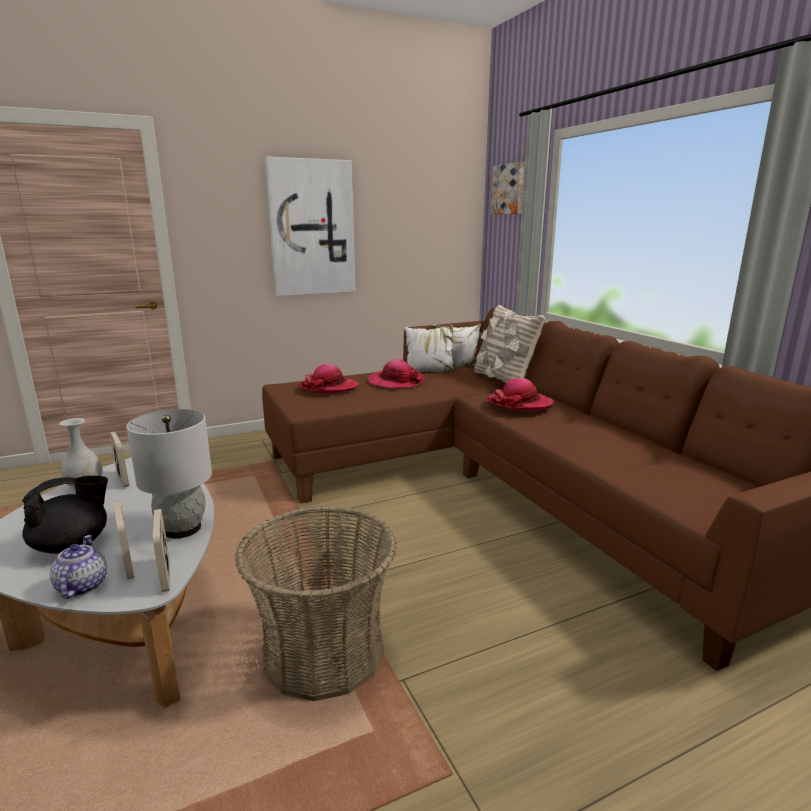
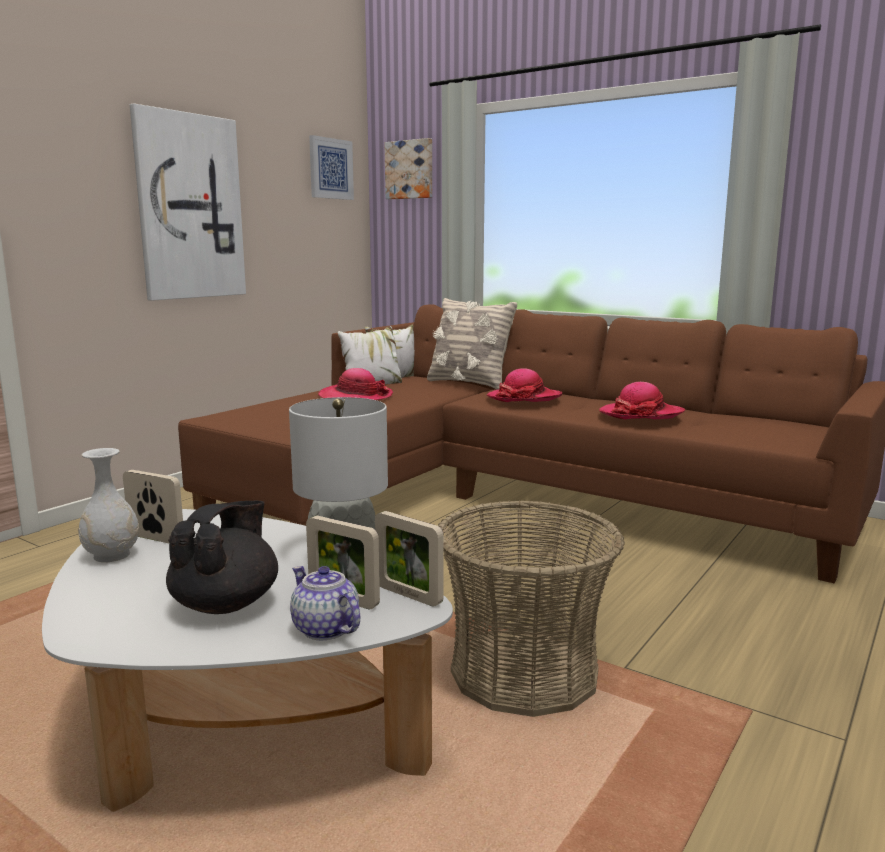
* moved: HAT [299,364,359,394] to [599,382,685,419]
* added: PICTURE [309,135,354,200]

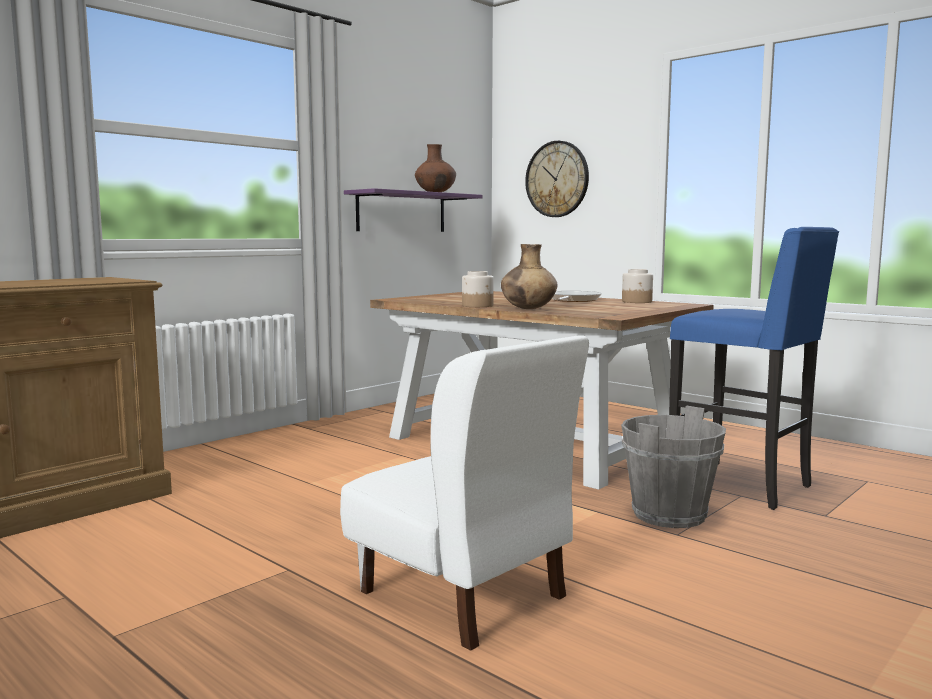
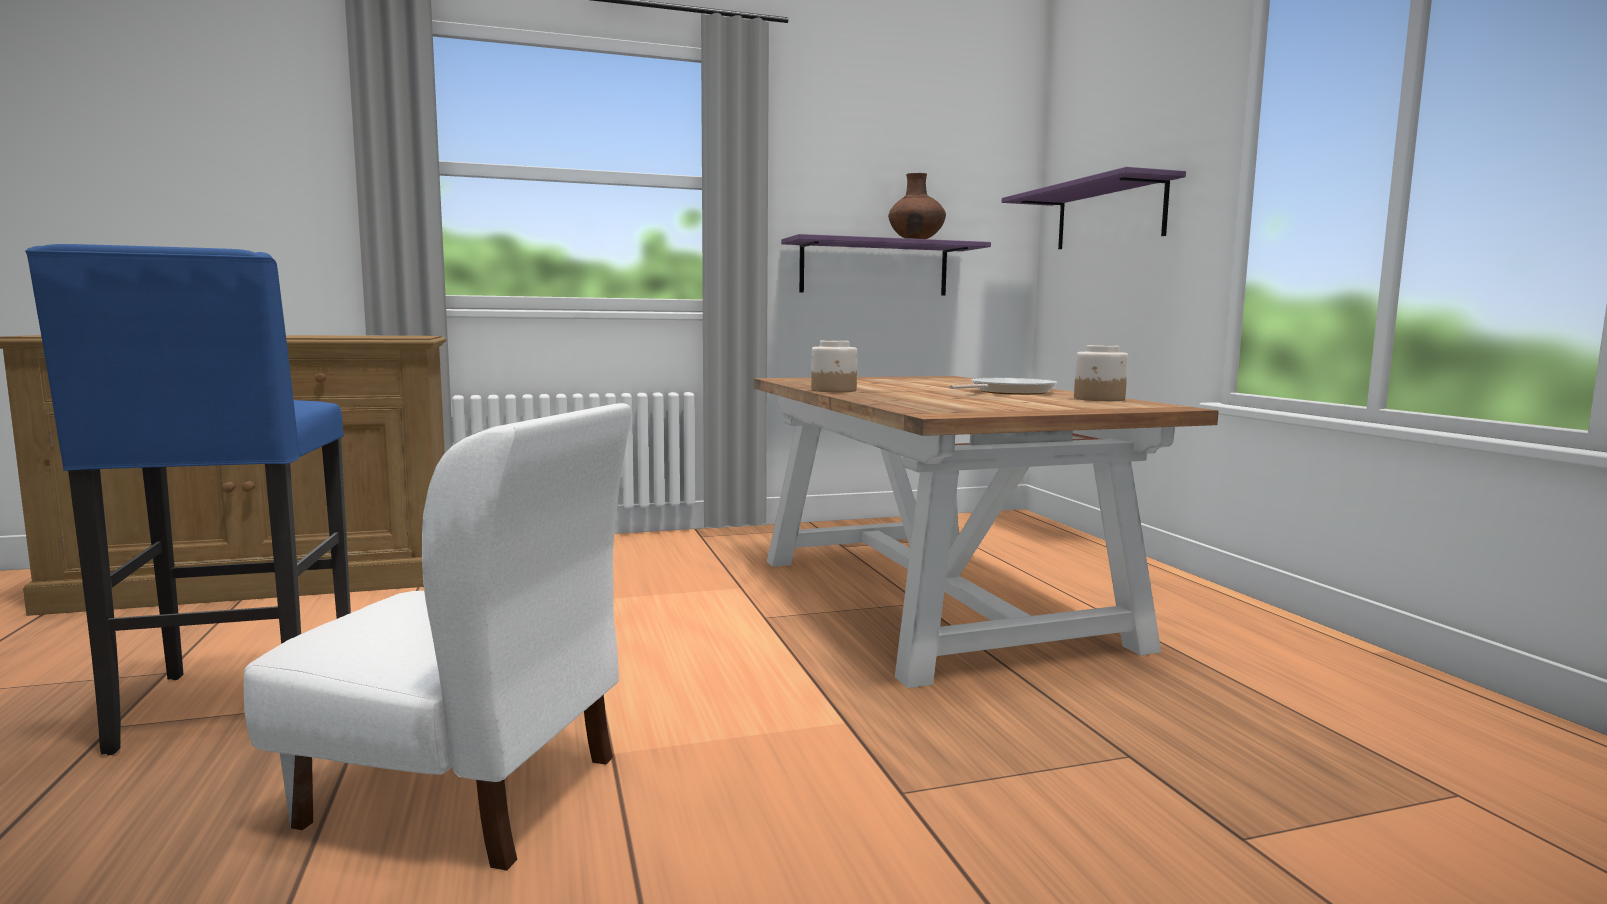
* turned: WHITE CHAIR [340,335,589,651] = [244,403,632,871] 60 degrees counterclockwise
* removed: BROWN VASE [501,244,558,309]
* replaced: WALL CLOCK [525,141,589,217] to PURPLE SHELF [1002,167,1186,249]
* removed: GREY BUCKET [621,406,726,528]
* moved: BLUE STOOL [669,227,839,510] to [25,244,351,755]

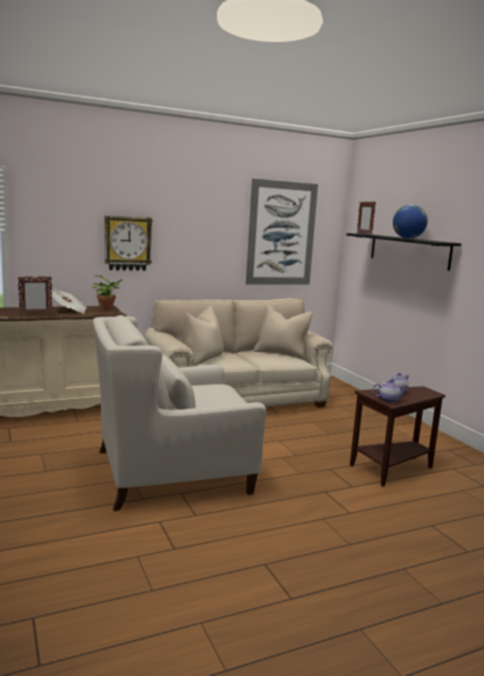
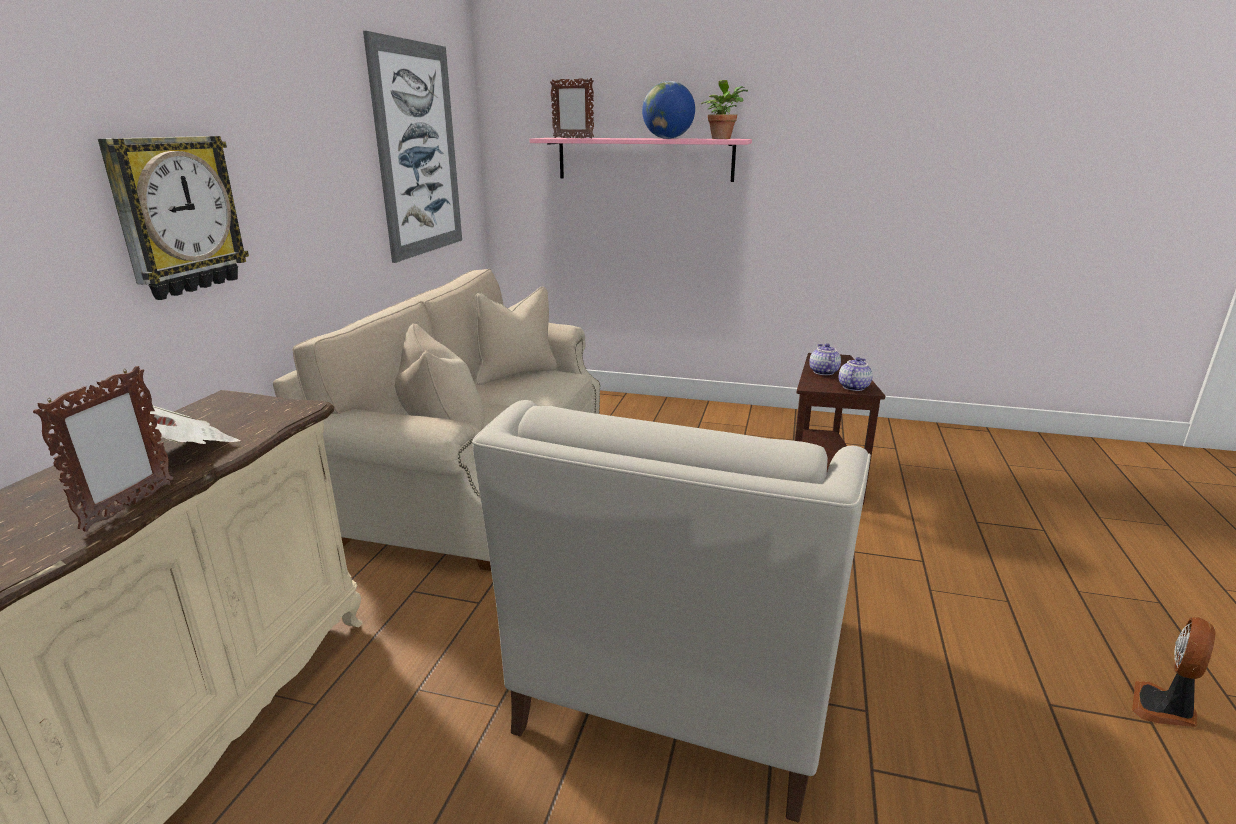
* moved: POTTED PLANT [92,275,125,310] to [701,80,748,139]
* recoloured: BLACK SHELF [346,233,461,271] to PINK SHELF [529,138,752,182]
* added: FAN [1132,617,1216,727]

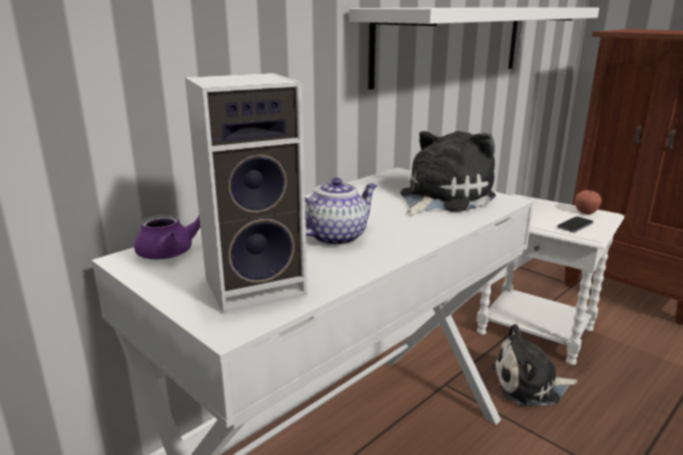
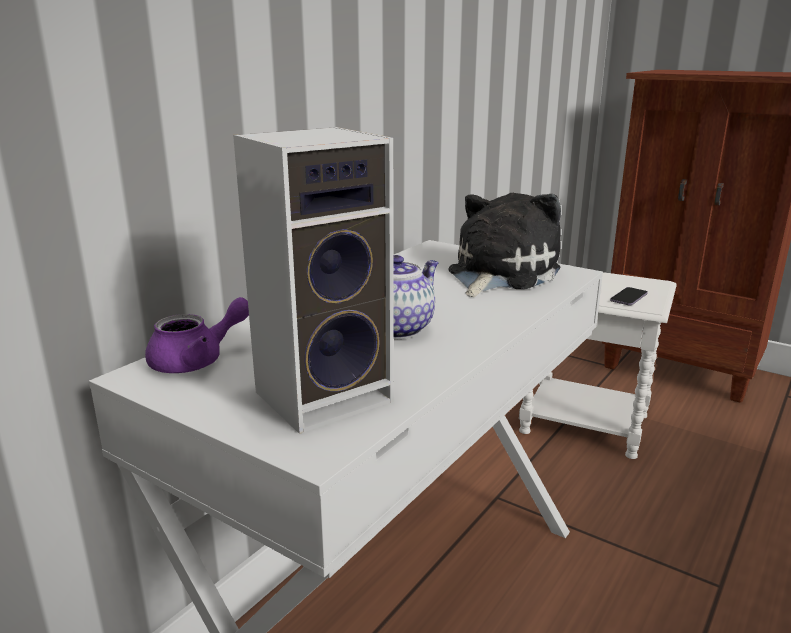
* removed: WHITE SHELF [349,7,599,90]
* removed: PLUSH TOY [492,324,577,406]
* removed: APPLE [575,189,602,214]

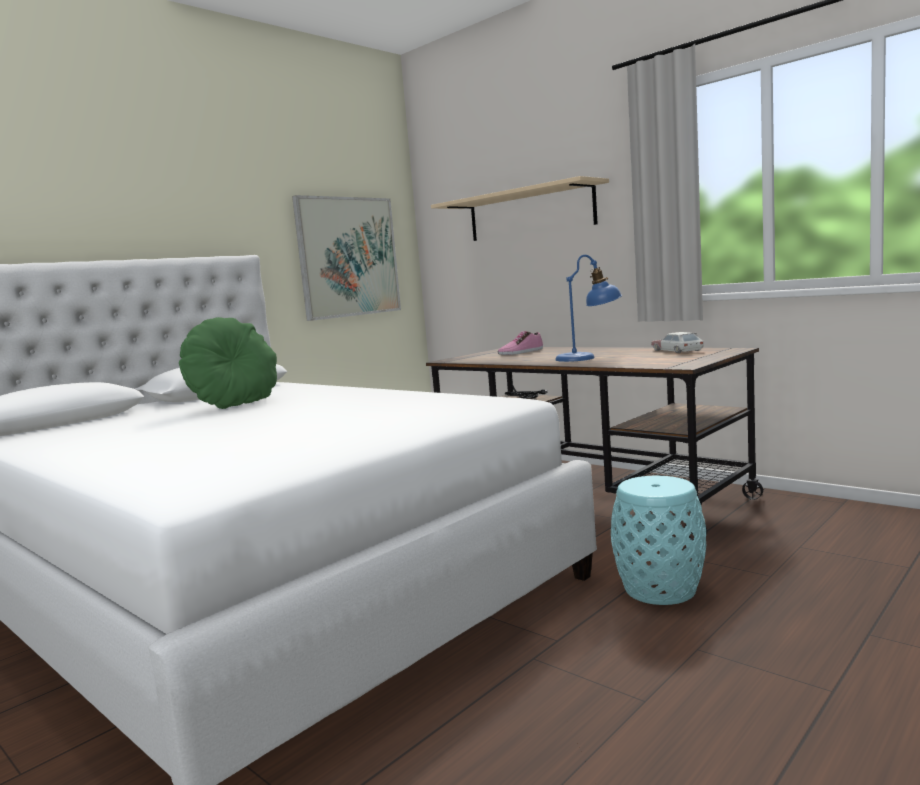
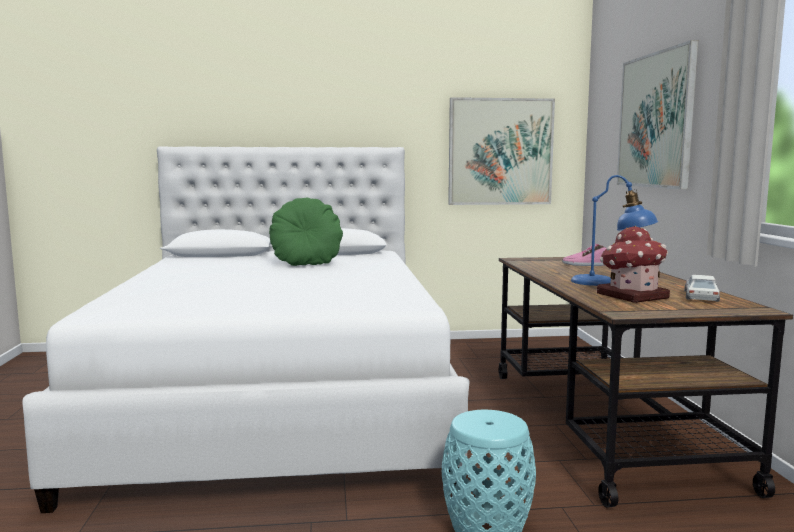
* replaced: BEIGE SHELF [431,176,609,241] to PICTURE [617,40,698,189]
* added: TOY HOUSE [597,226,670,303]

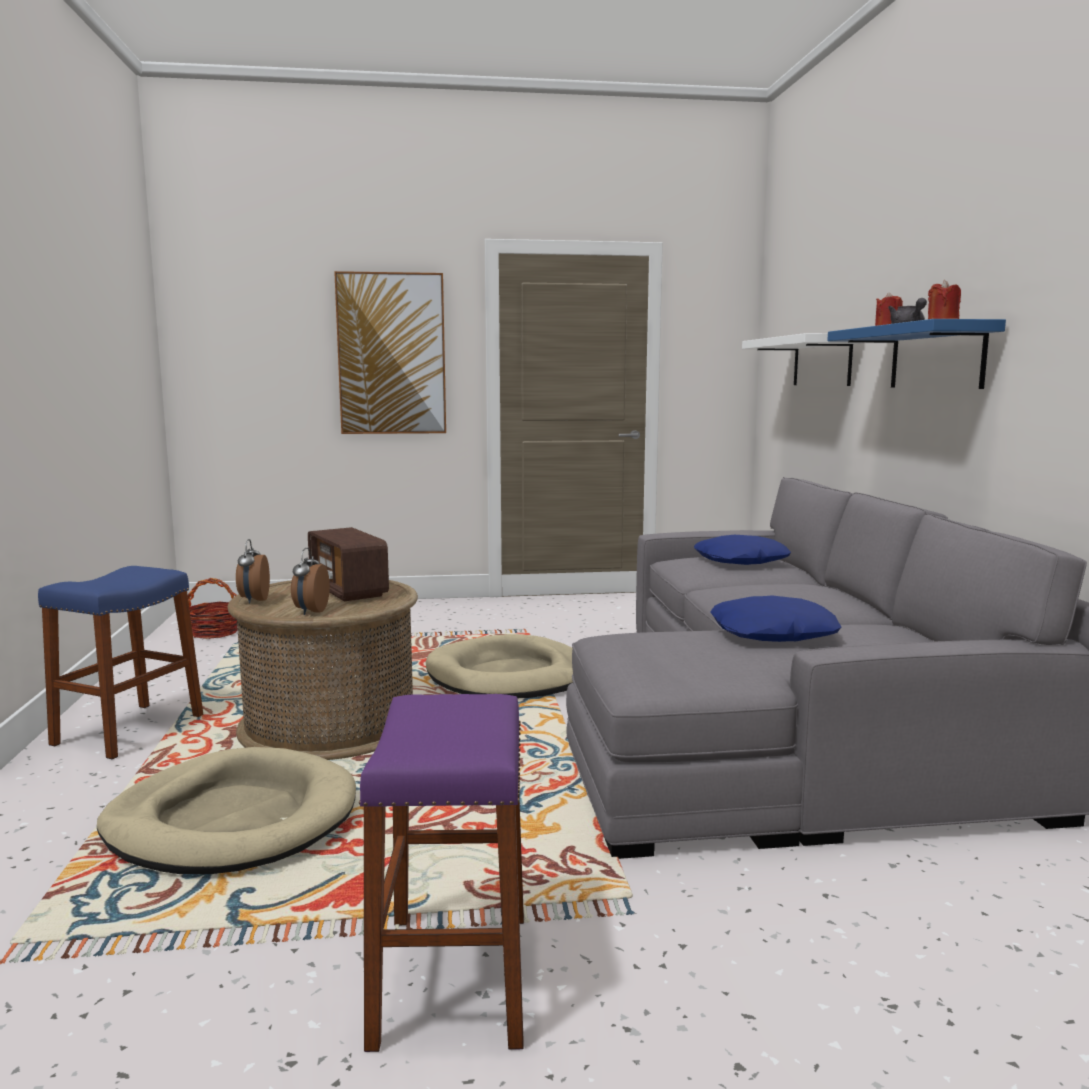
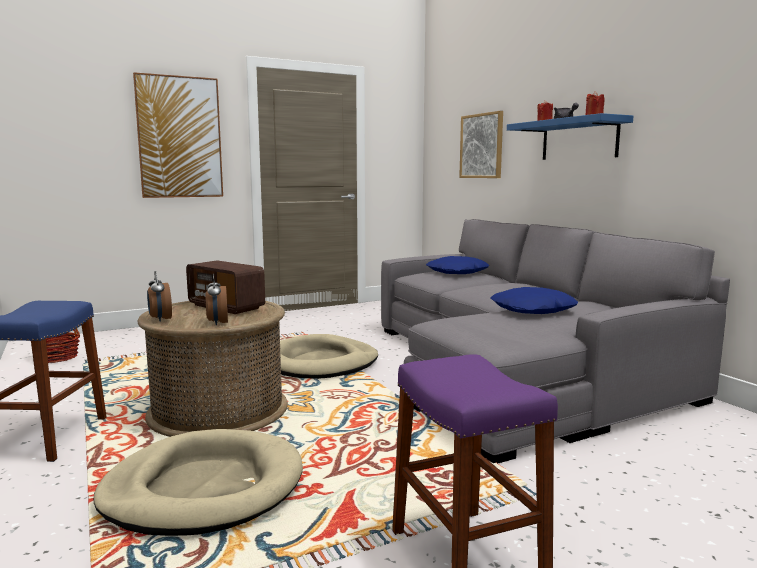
* replaced: WHITE SHELF [742,333,859,386] to PICTURE [459,111,503,178]

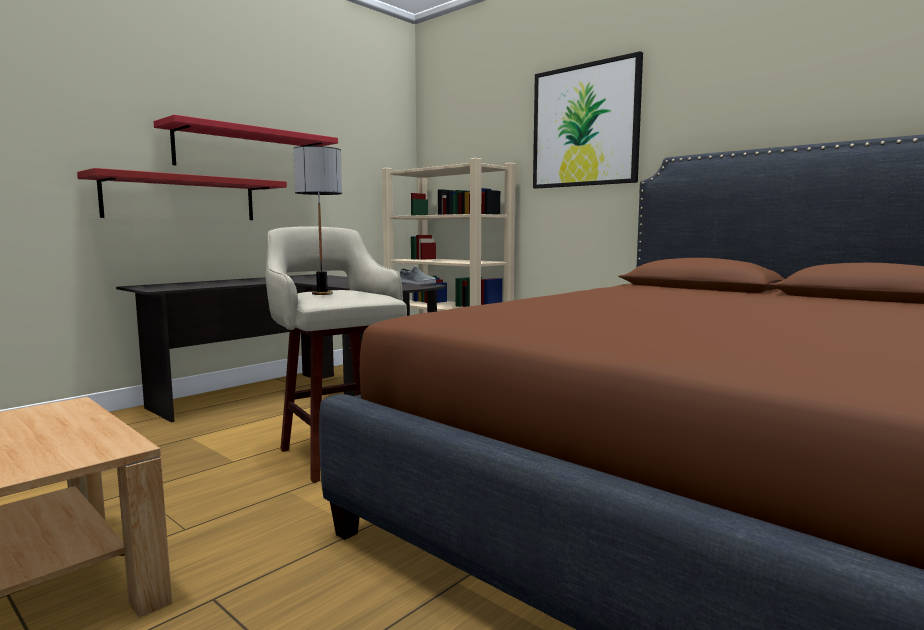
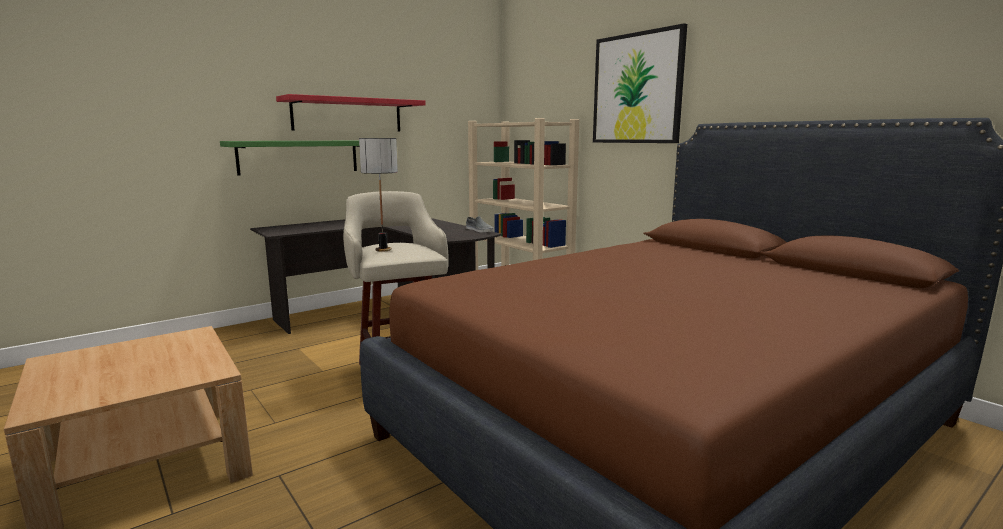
* recoloured: RED SHELF [77,168,287,220] to GREEN SHELF [220,141,359,176]

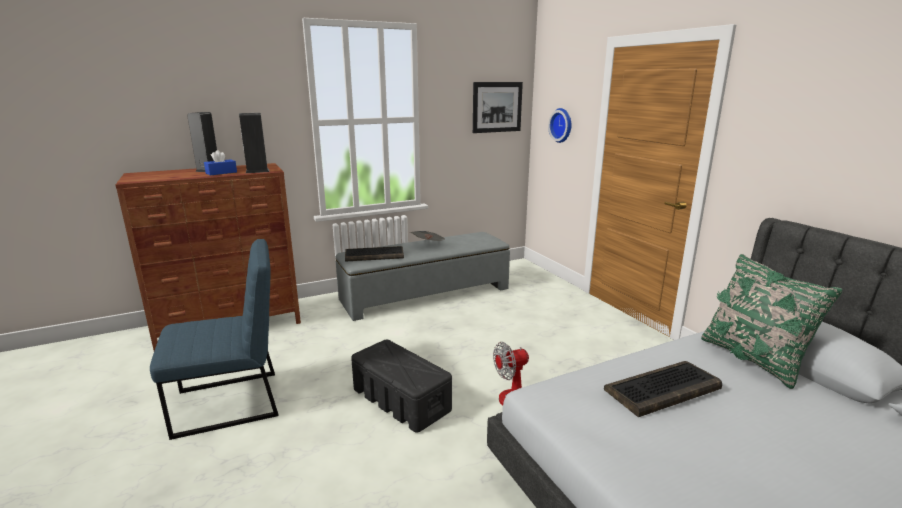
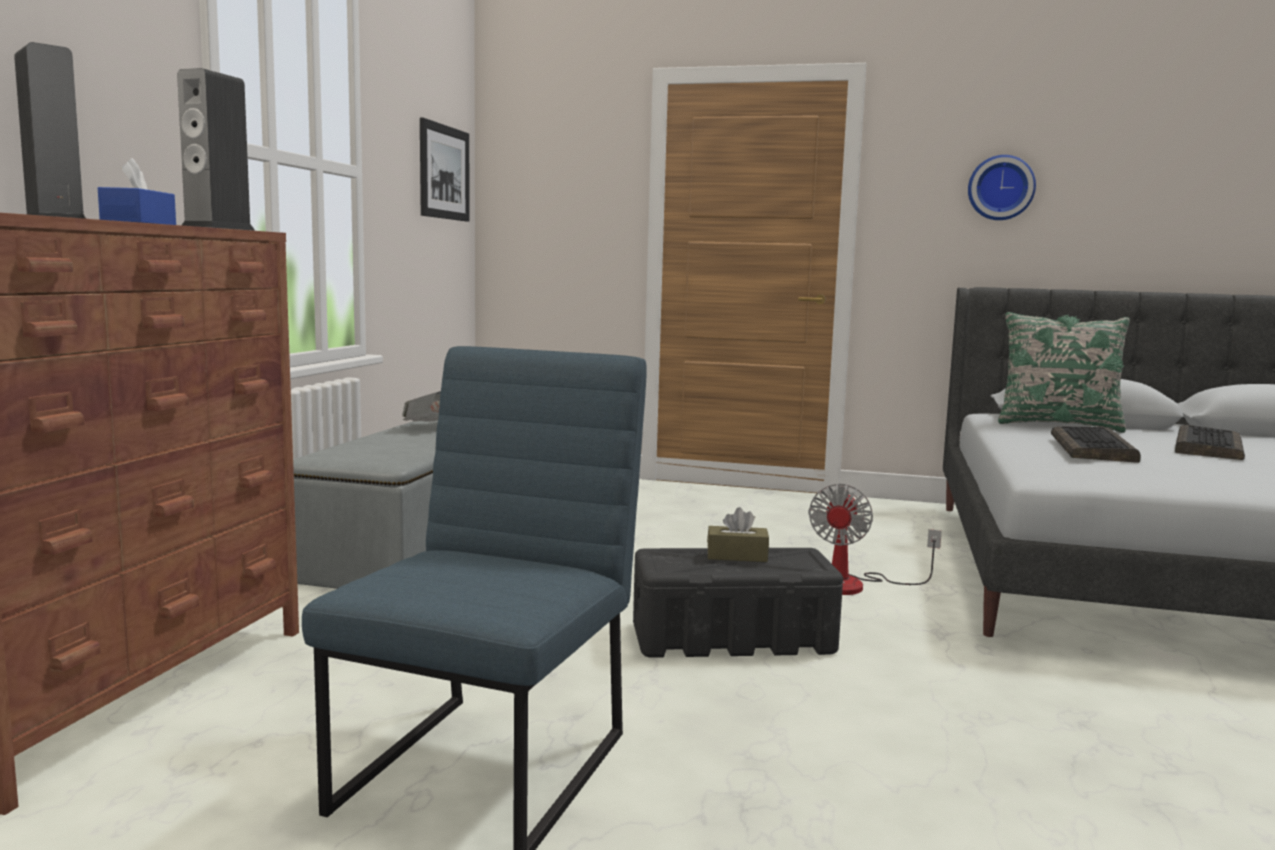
* moved: KEYBOARD [345,246,404,262] to [1175,425,1245,460]
* moved: WALL CLOCK [548,108,571,143] to [968,155,1036,220]
* added: BROWN TISSUE BOX [707,507,769,562]

